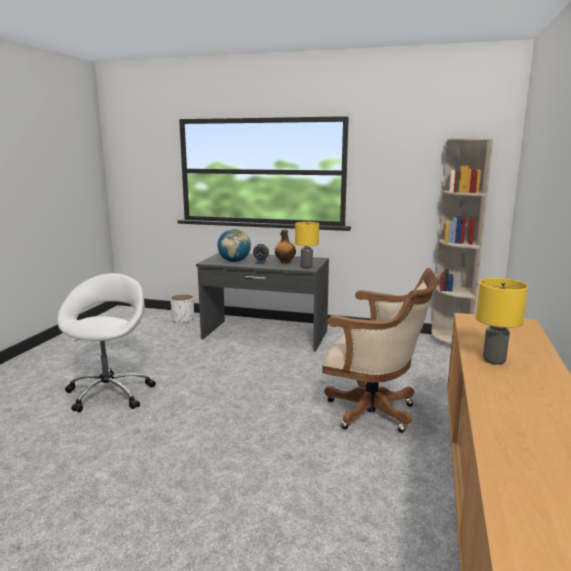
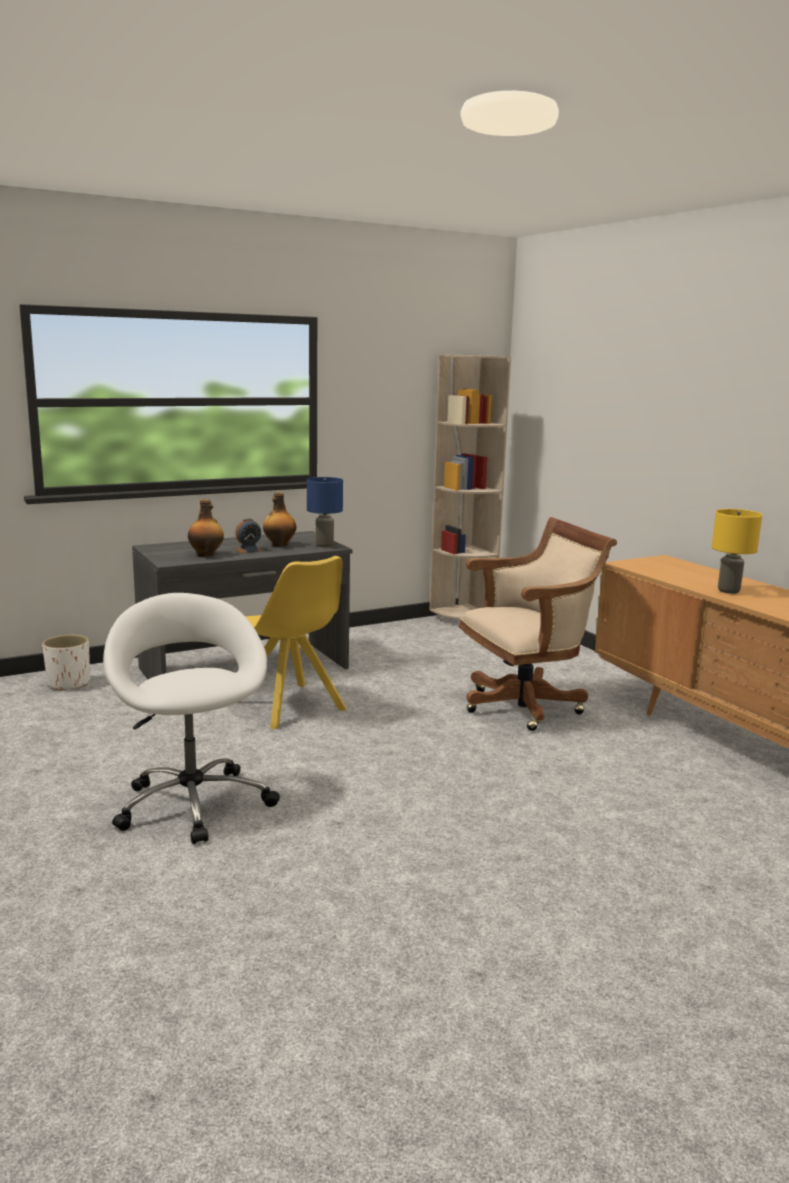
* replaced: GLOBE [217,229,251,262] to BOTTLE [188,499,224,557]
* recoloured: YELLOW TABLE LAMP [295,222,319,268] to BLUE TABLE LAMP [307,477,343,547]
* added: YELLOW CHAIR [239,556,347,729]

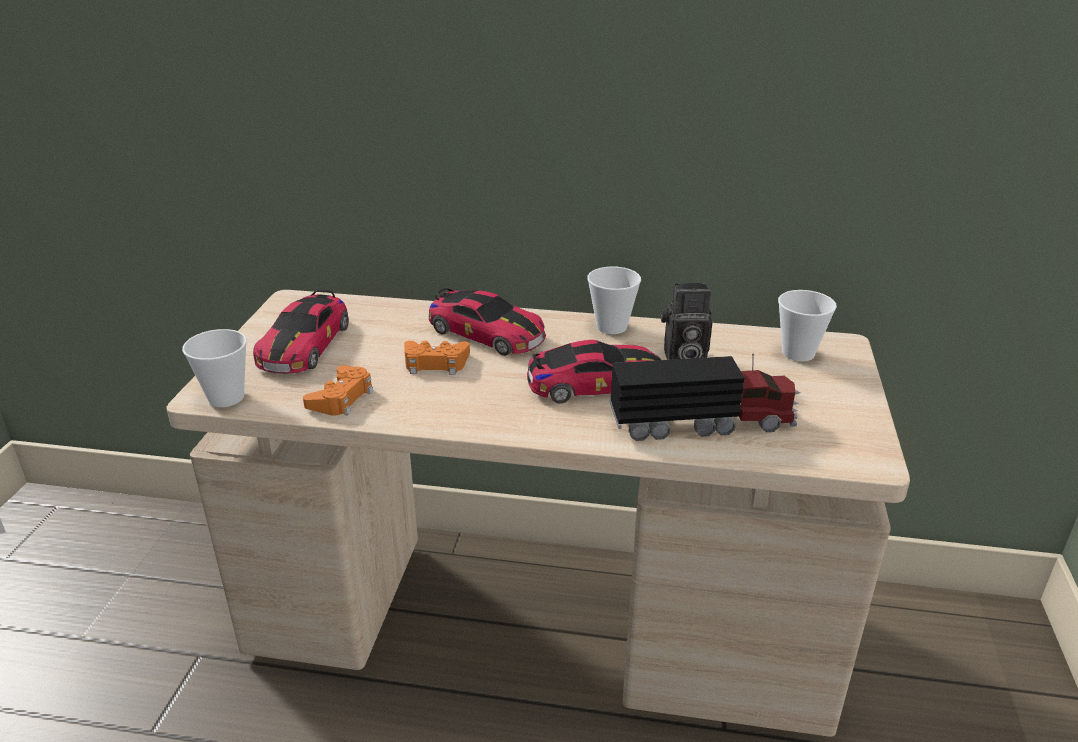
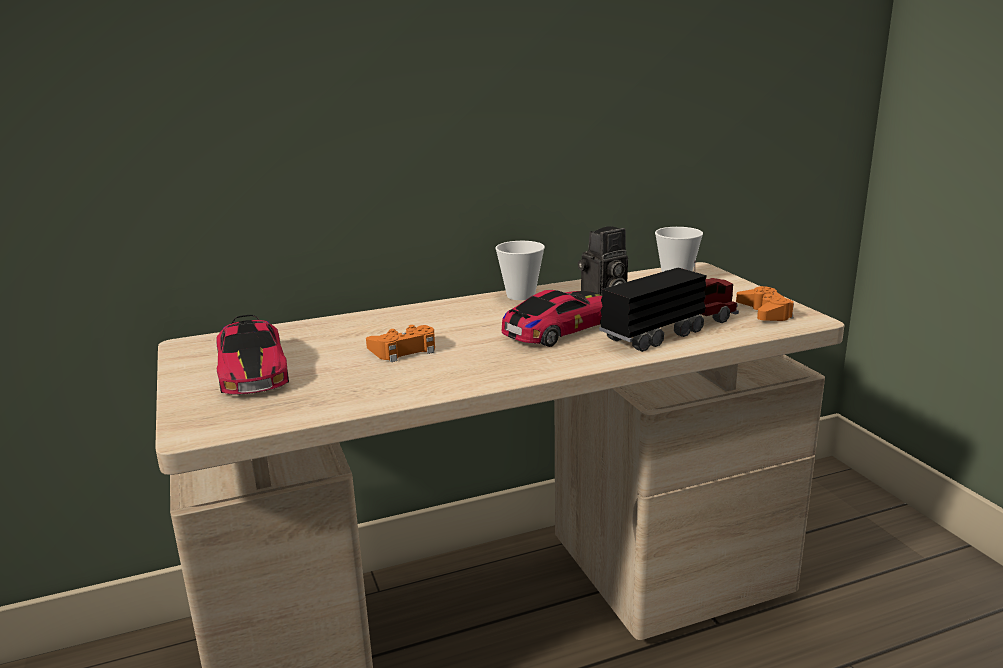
* removed: CUP [182,329,247,407]
* moved: ORANGE GAME CONTROLLER [303,365,373,416] to [736,286,794,321]
* removed: TOY CAR [429,288,546,356]

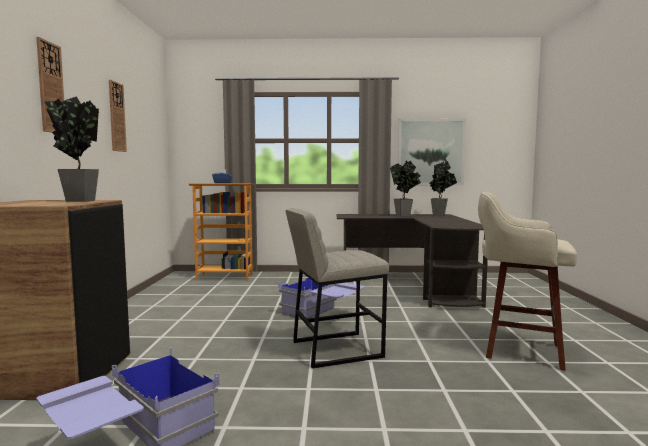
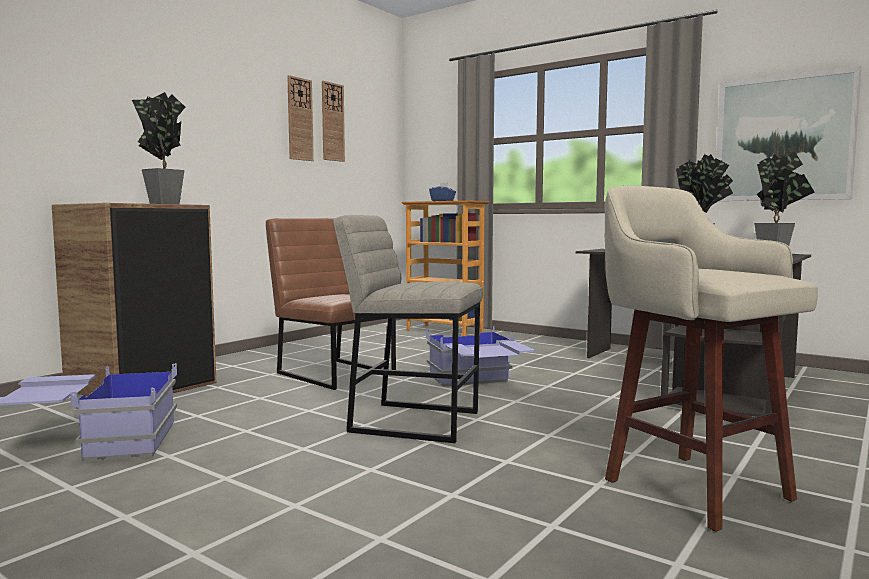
* moved: WALL CLOCK [36,37,64,133] to [322,81,345,162]
* added: BROWN CHAIR [266,218,396,390]

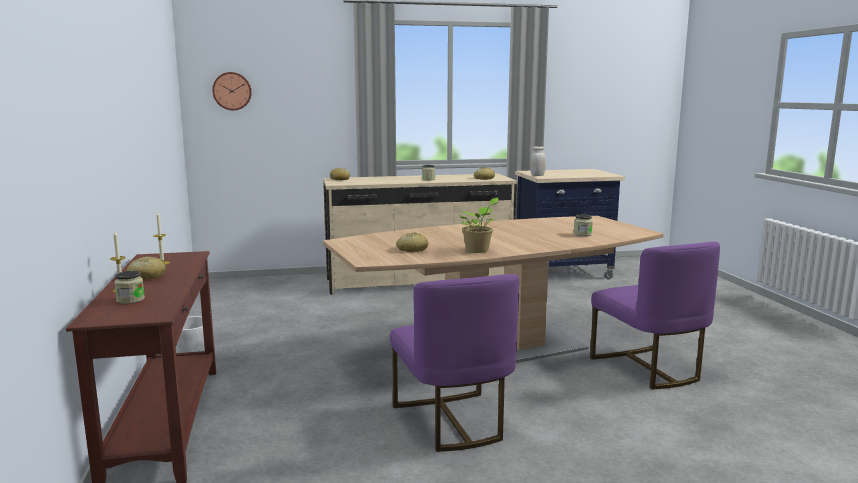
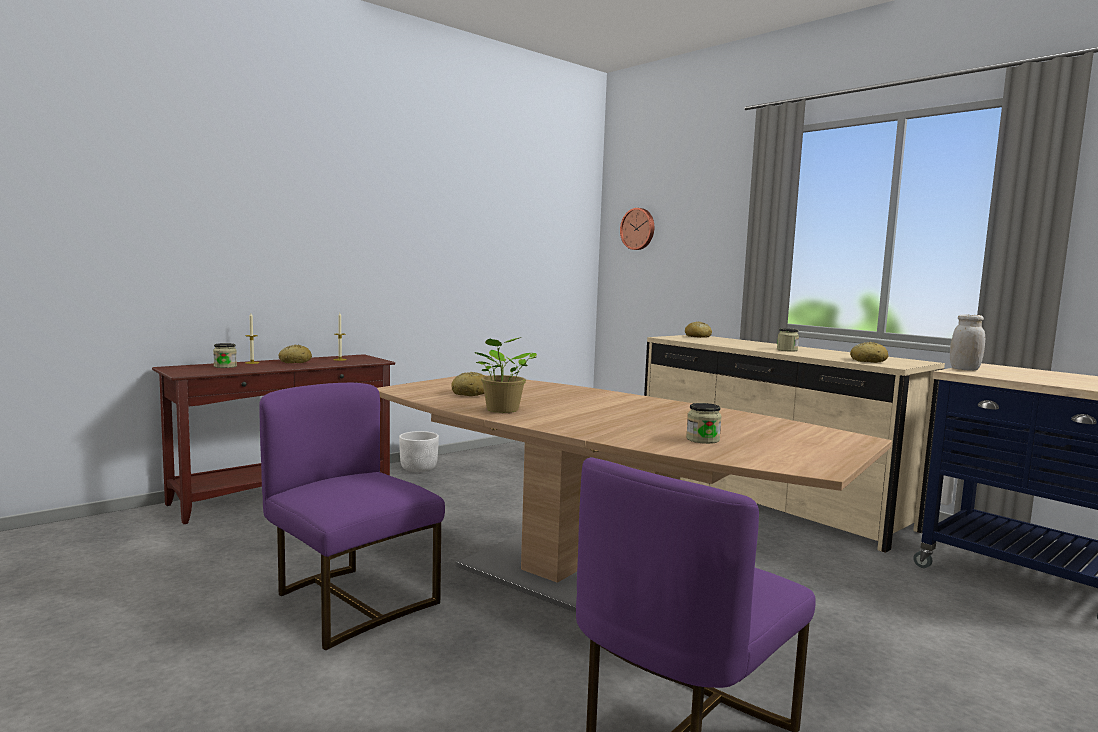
* turned: PURPLE CHAIR [390,274,519,452] = [259,383,445,650] 90 degrees clockwise

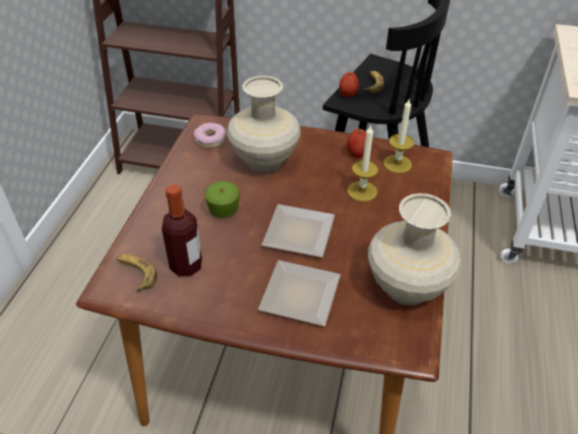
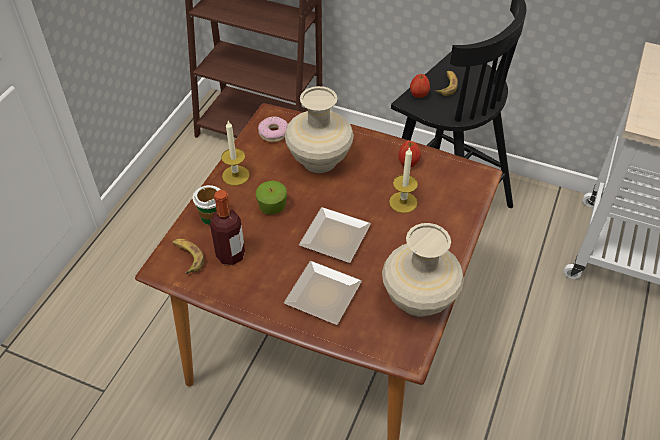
* moved: CANDLE [383,99,414,173] to [221,121,250,186]
* added: CUP [193,185,221,225]

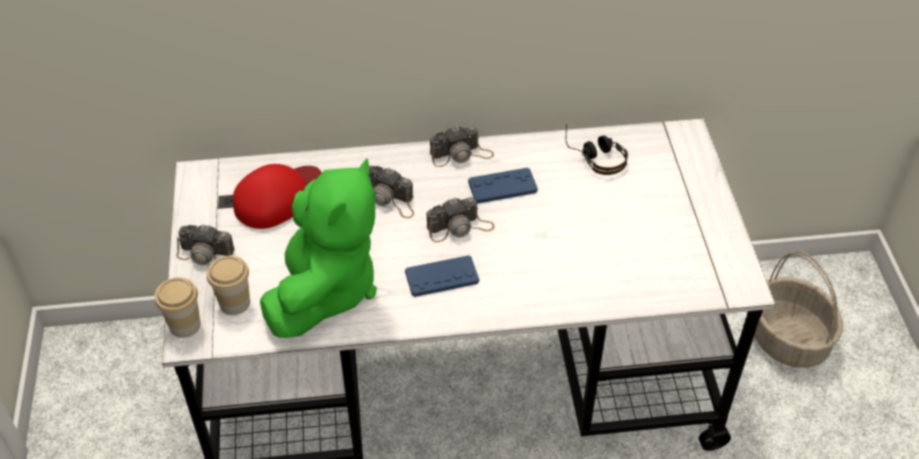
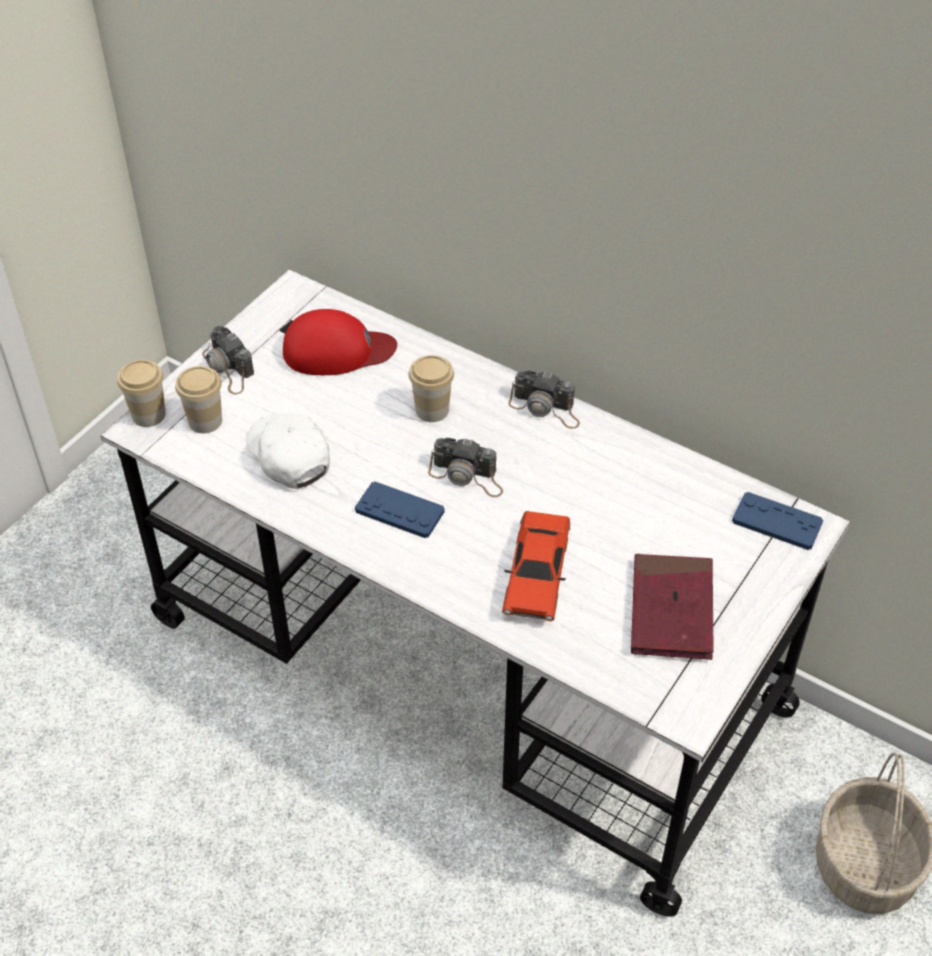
* replaced: GREEN PLUSH TOY [260,158,377,338] to WHITE CAP [246,413,330,489]
* replaced: PHOTO CAMERA [369,166,414,218] to CUP [409,355,454,422]
* moved: BLUE GAME CONTROLLER [468,168,538,204] to [732,492,823,550]
* removed: HEADPHONES [565,124,628,175]
* added: RED TOY CAR [502,511,570,621]
* added: RED BOOK [631,554,714,660]

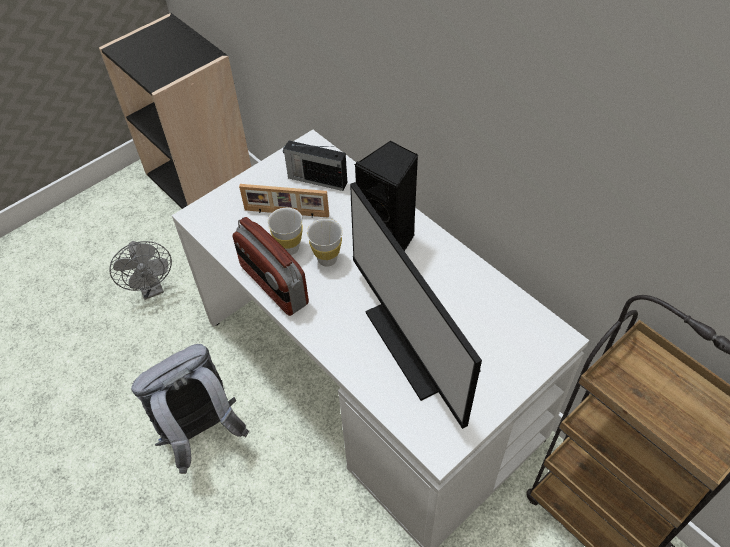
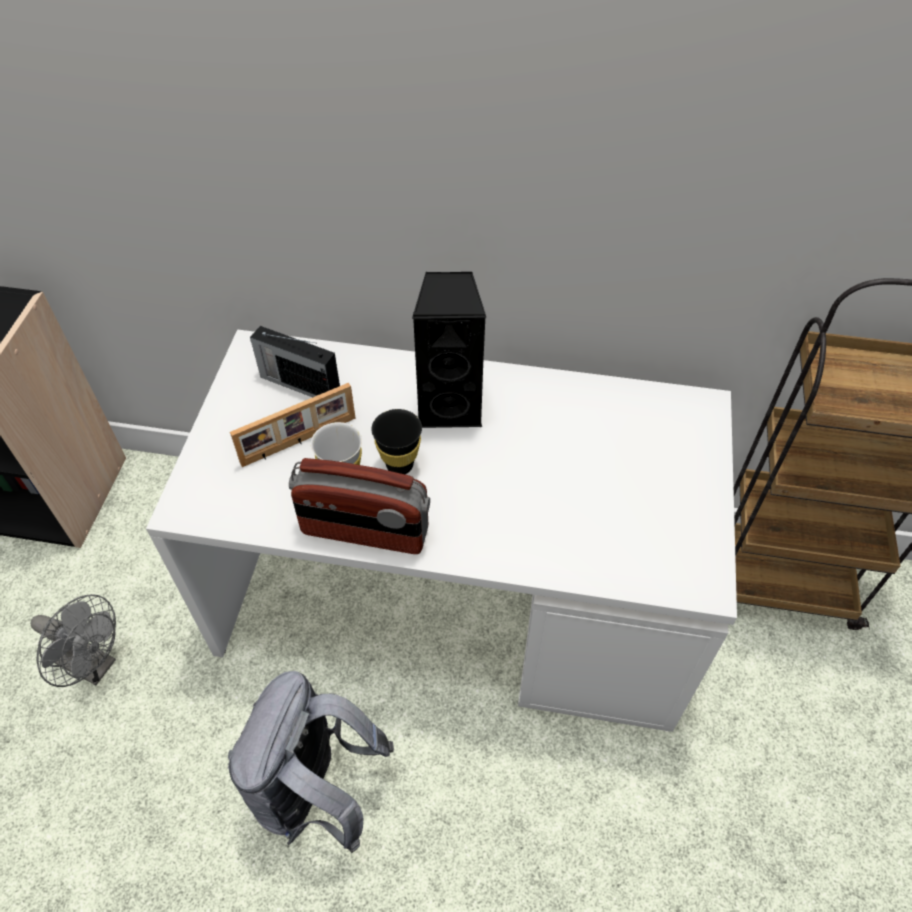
* turned: RADIO [283,140,347,191] = [250,326,340,397] 45 degrees clockwise
* recoloured: WHITE CUP [307,219,343,267] to BLACK CUP [371,409,422,474]
* removed: MONITOR [350,182,482,429]

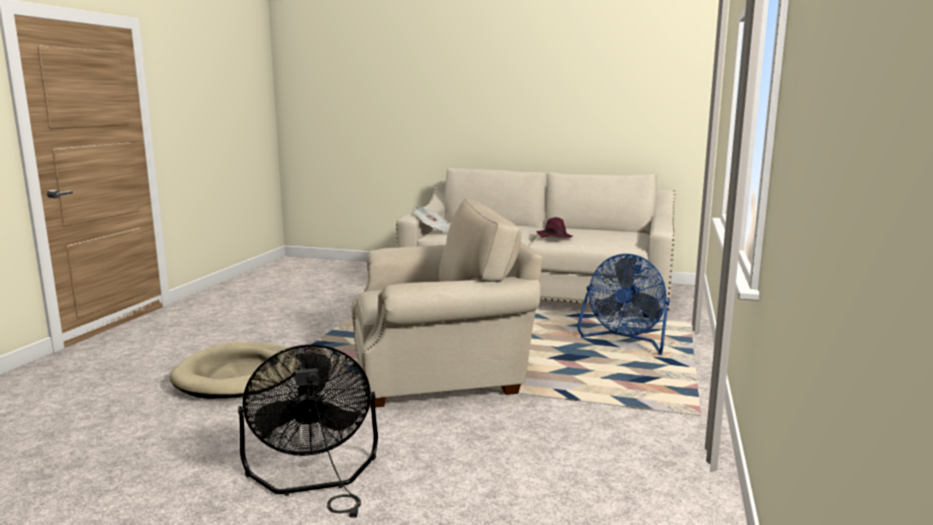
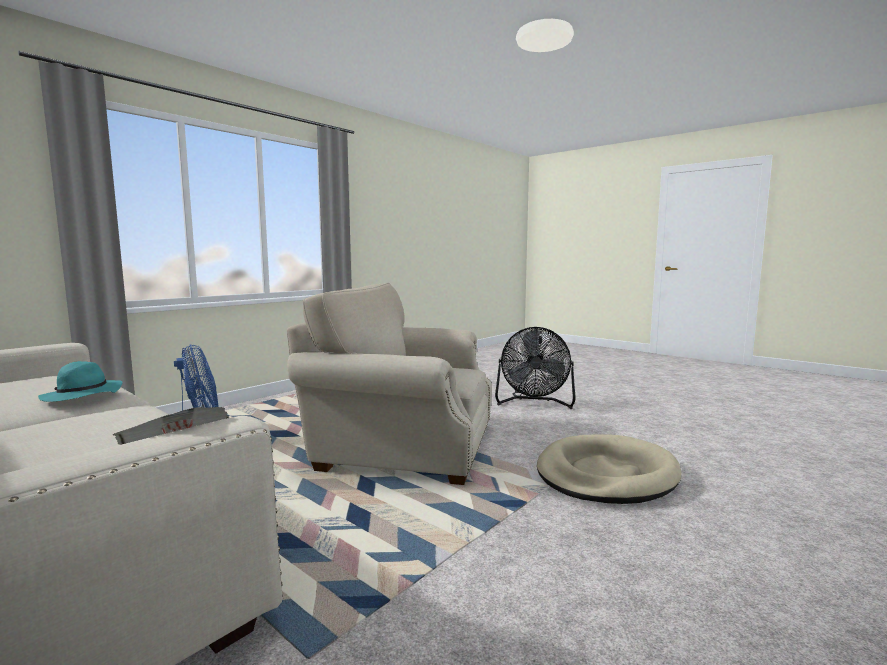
* recoloured: PURPLE HAT [537,217,573,238] to TURQUOISE HAT [38,361,122,402]

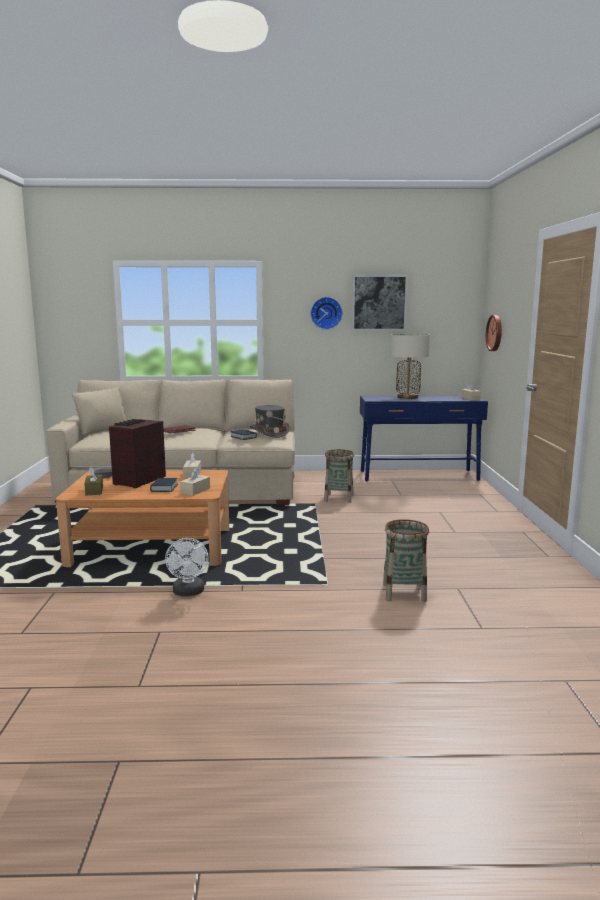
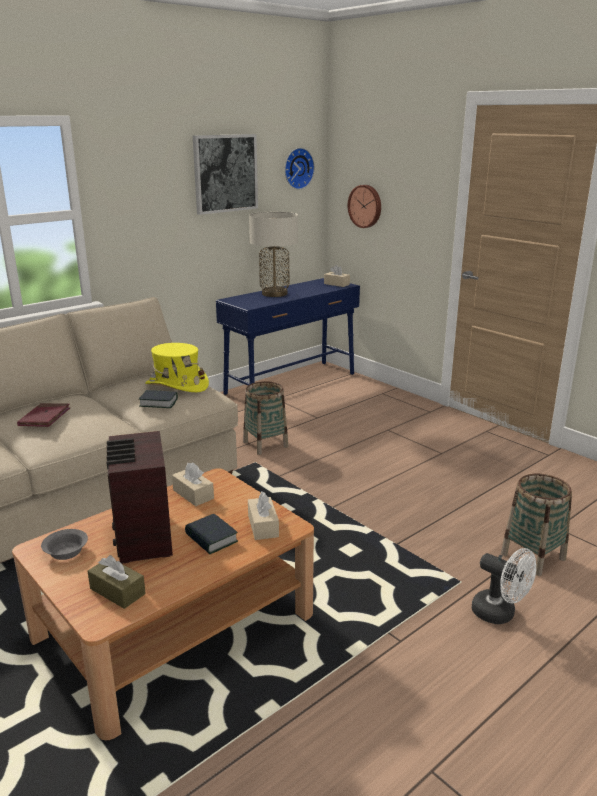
* moved: WHITE FAN [165,538,209,596] to [471,548,536,624]
* recoloured: GREY HAT [250,405,290,438] to YELLOW HAT [145,343,209,392]
* moved: WALL CLOCK [310,297,343,330] to [285,148,315,189]

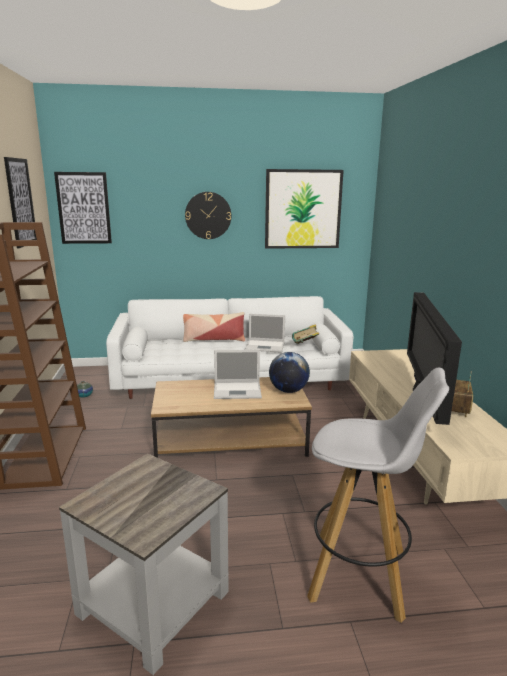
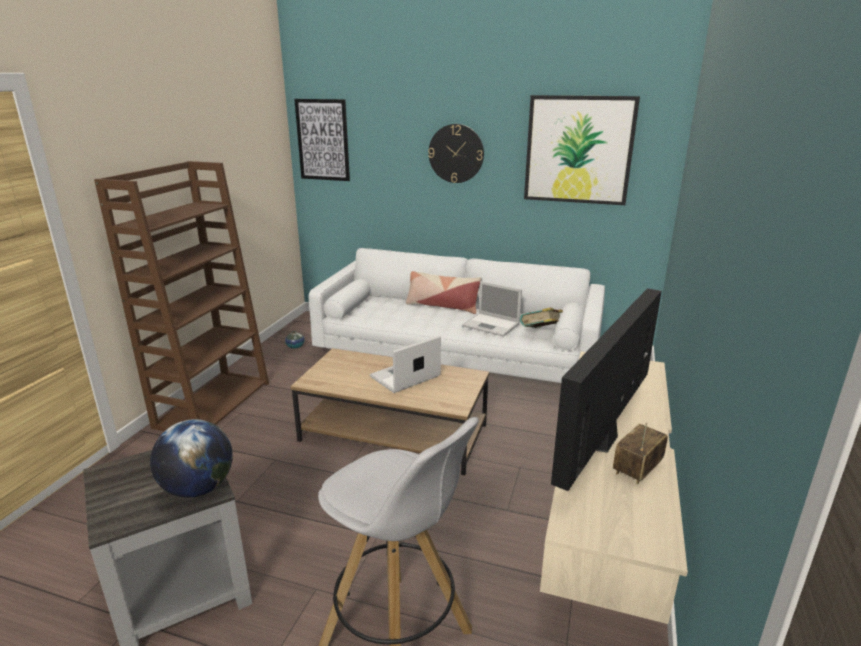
* removed: PICTURE [4,157,37,248]
* turned: LAPTOP [214,350,262,399] = [370,336,441,393] 120 degrees clockwise
* moved: GLOBE [269,352,310,393] to [150,419,233,498]

